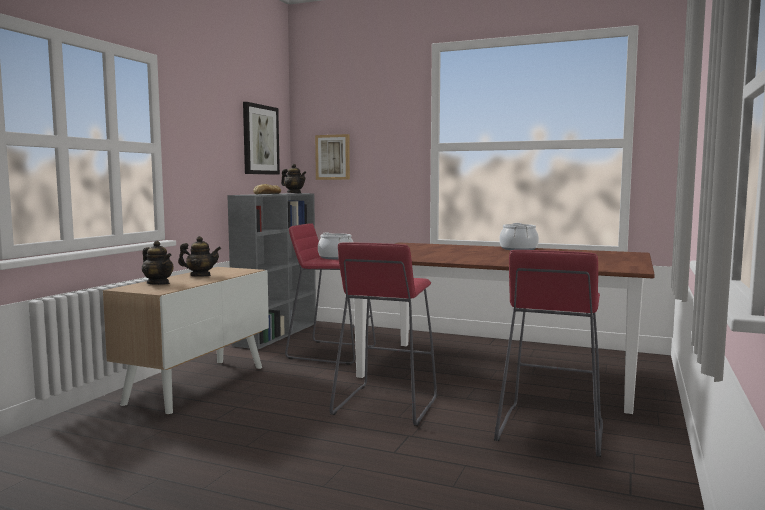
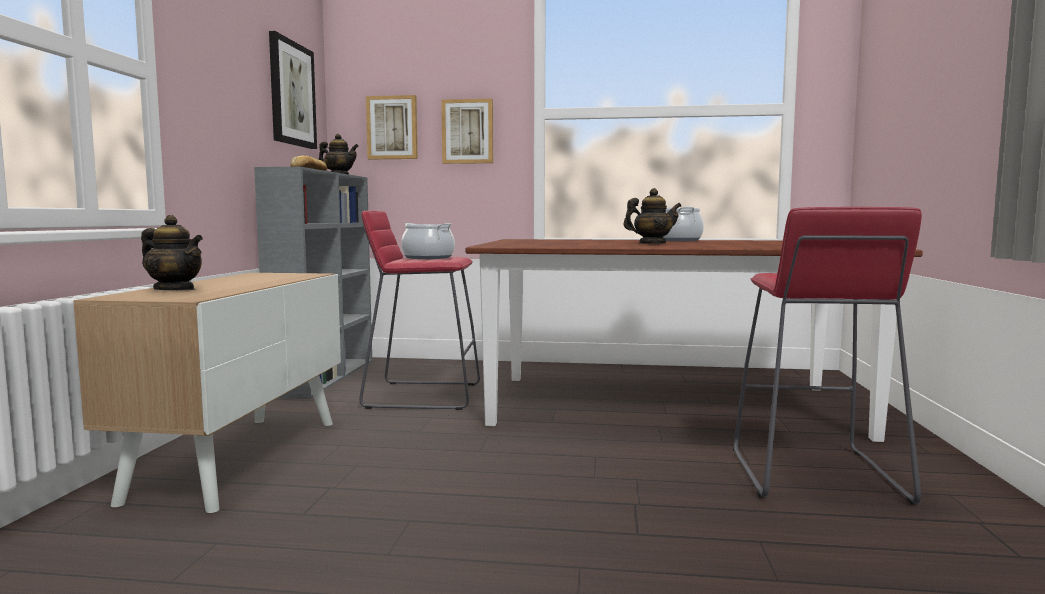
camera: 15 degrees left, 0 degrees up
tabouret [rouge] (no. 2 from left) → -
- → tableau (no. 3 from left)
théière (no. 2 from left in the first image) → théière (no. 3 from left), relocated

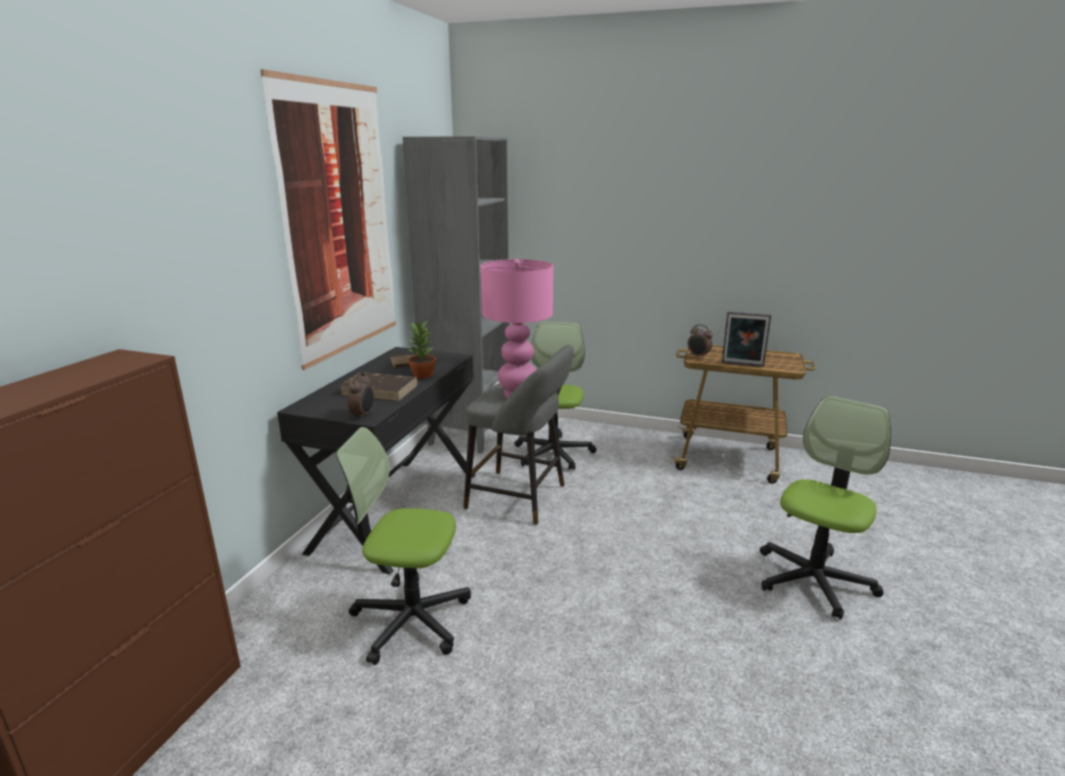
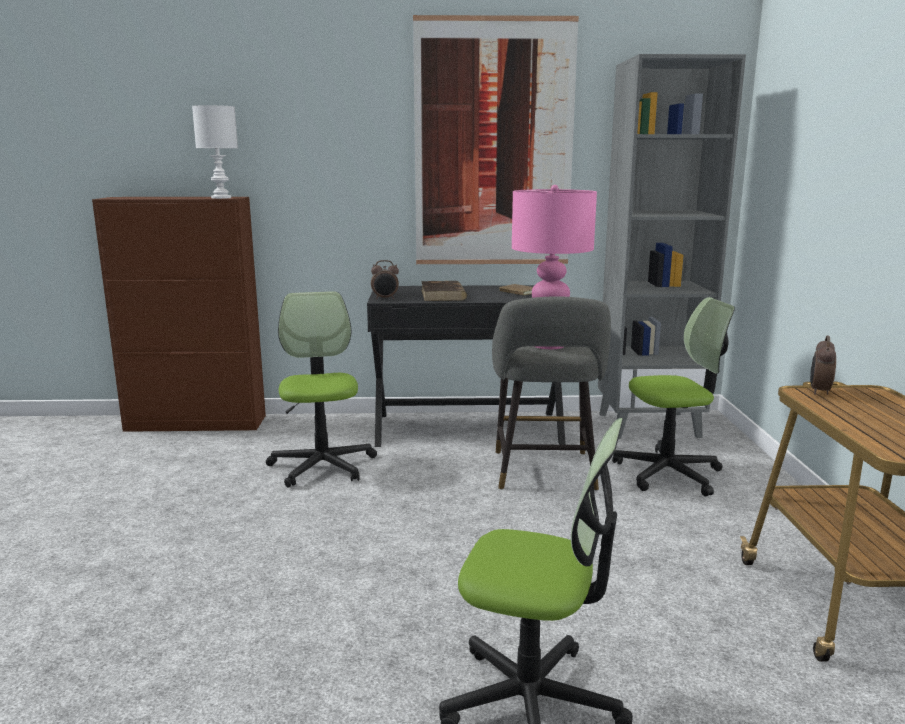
camera: 70 degrees right, 5 degrees down
plante en pot → -
cadre photo → -
- → lampe de table [blanc]

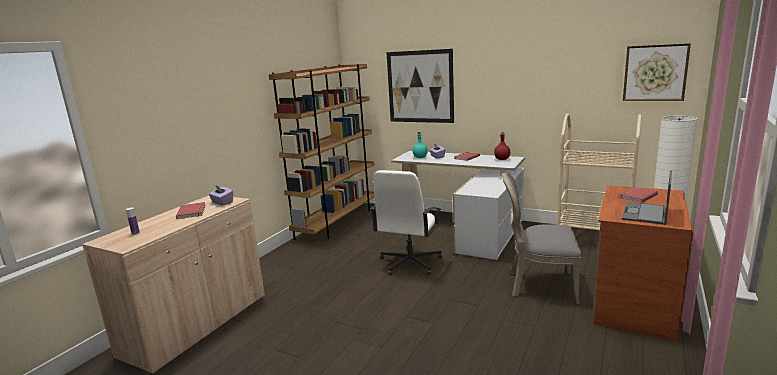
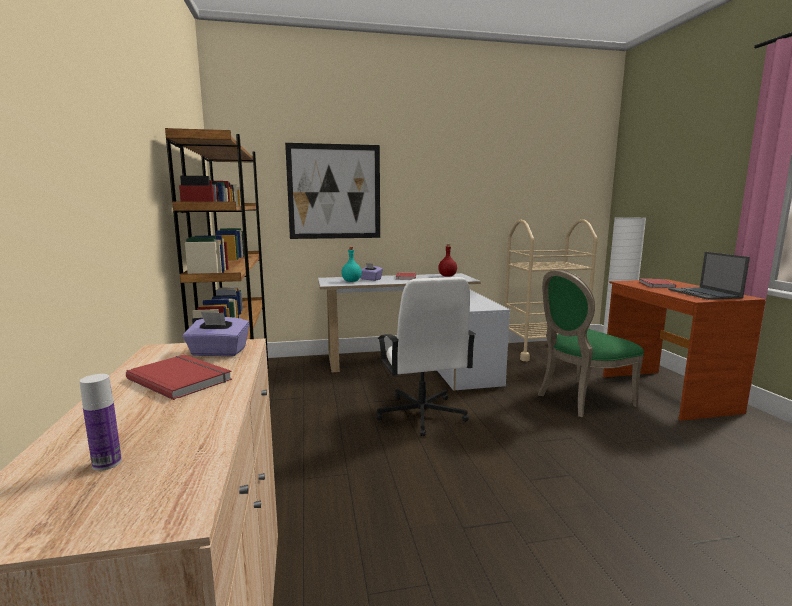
camera: 40 degrees left, 5 degrees down
tableau (no. 2 from left) → -
chaise [gris] → chaise [vert]

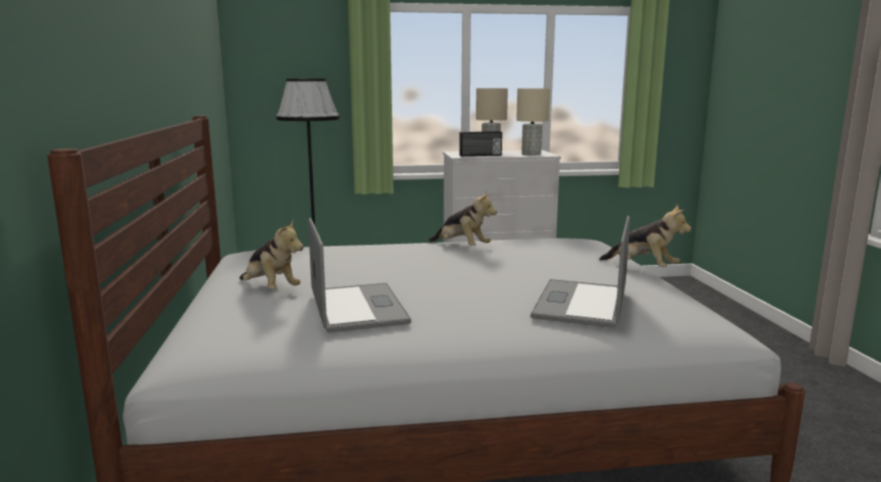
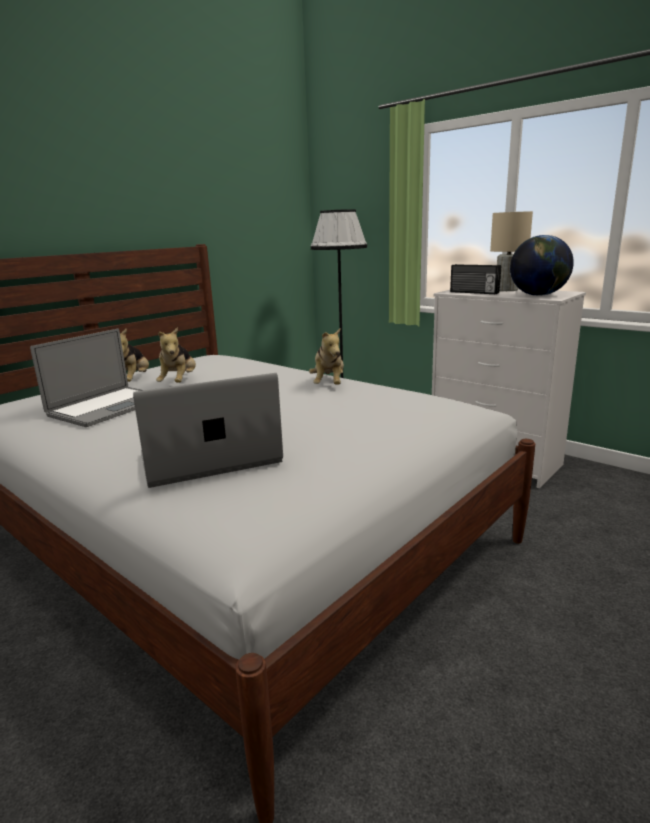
camera: 50 degrees right, 5 degrees up
peluche (no. 3 from left in the first image) → peluche (no. 2 from left), relocated
lampe de table [beige] (no. 2 from left) → globe

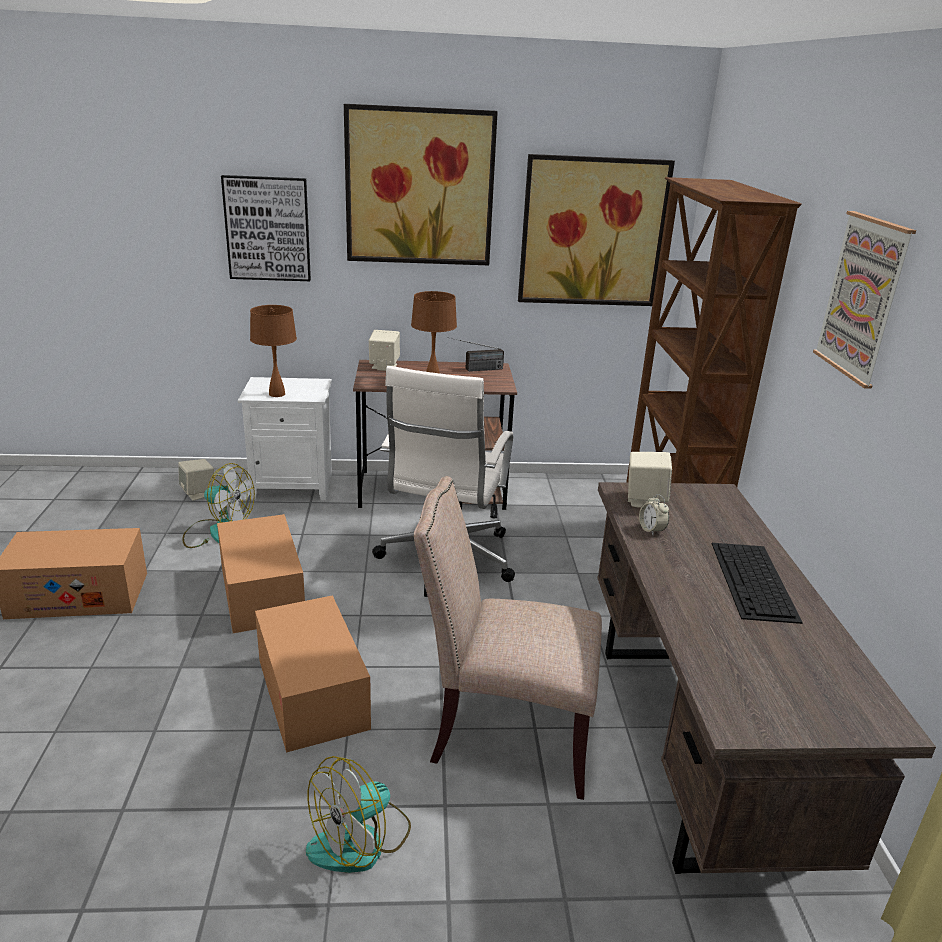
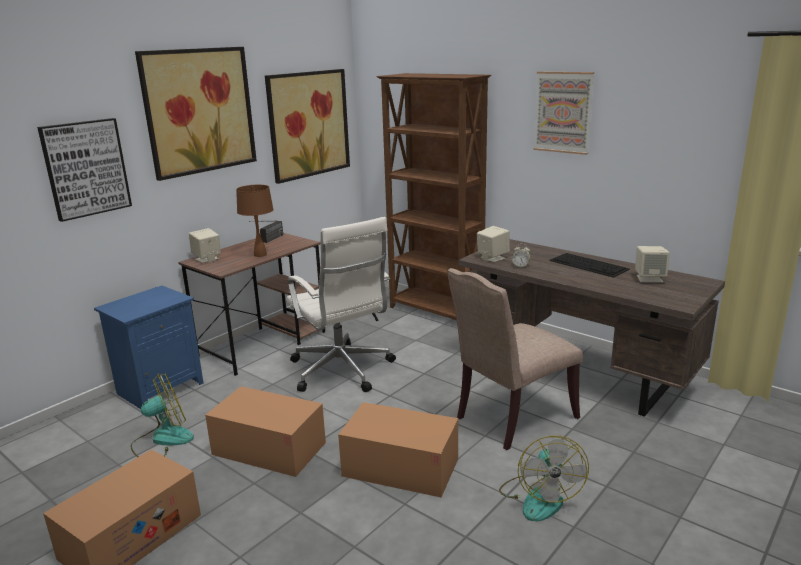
camera: 45 degrees left, 5 degrees down
lampe de table [marron] (no. 1 from left) → -
enceinte [beige] (no. 1 from left in the first image) → enceinte [beige] (no. 3 from left), relocated
table de chevet [blanc] → table de chevet [bleu]

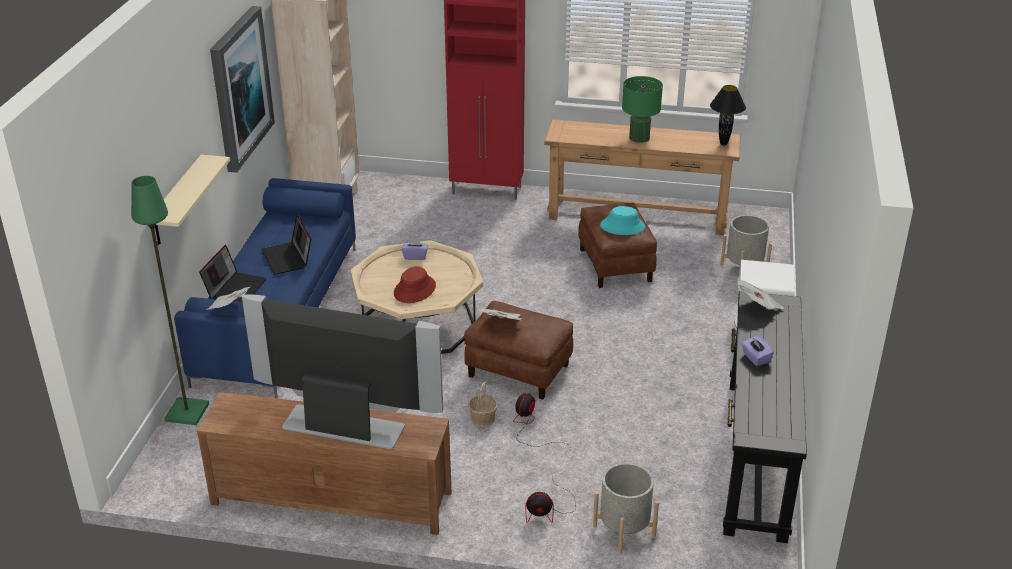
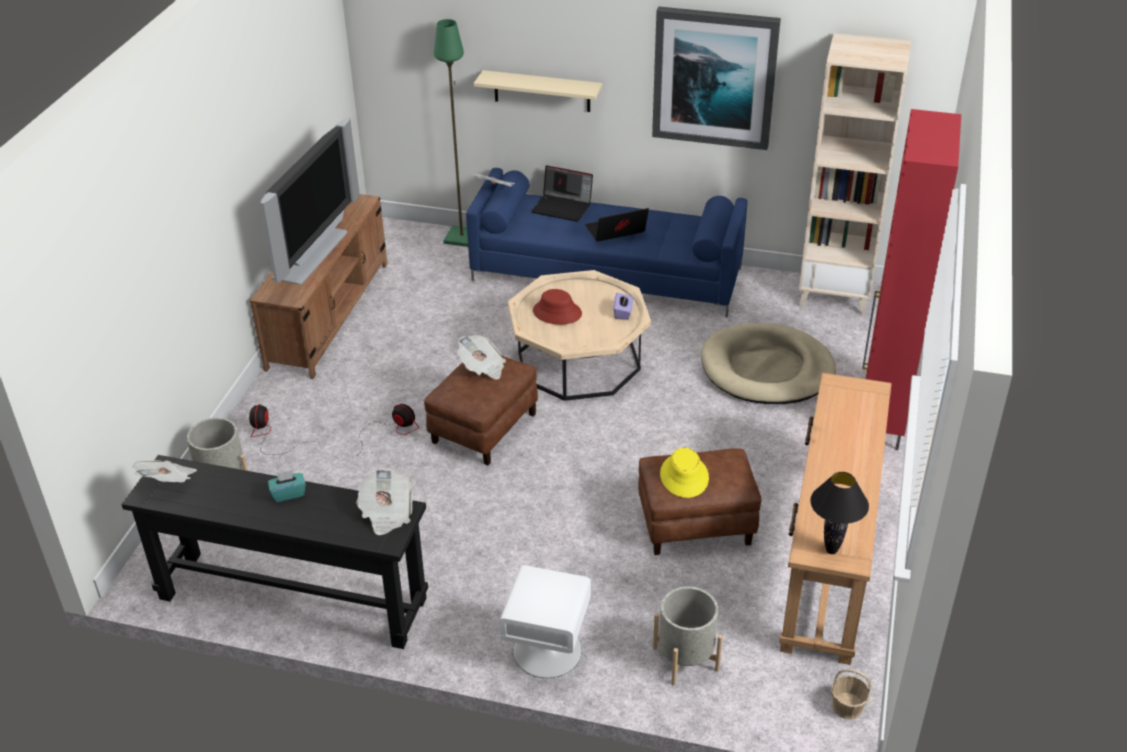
camera: 95 degrees right, 5 degrees up
lampe de table [vert] → -
- → journal (no. 1 from left)
- → panier pour chien [beige]
panier, relocated
chapeau [turquoise] → chapeau [jaune]
boîte à mouchoirs [violet] (no. 2 from left) → boîte à mouchoirs [turquoise]

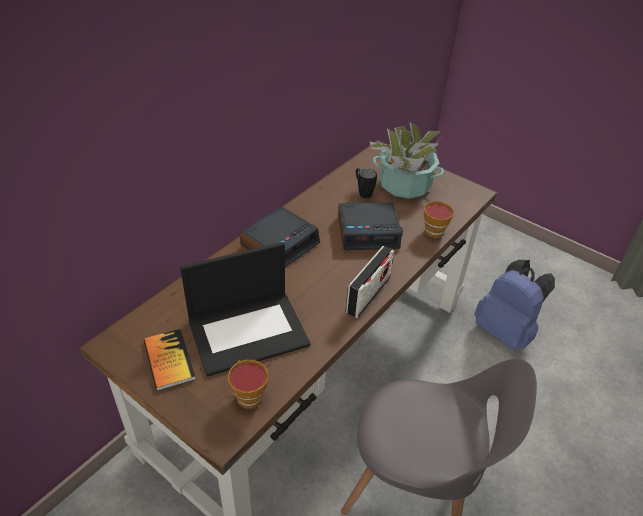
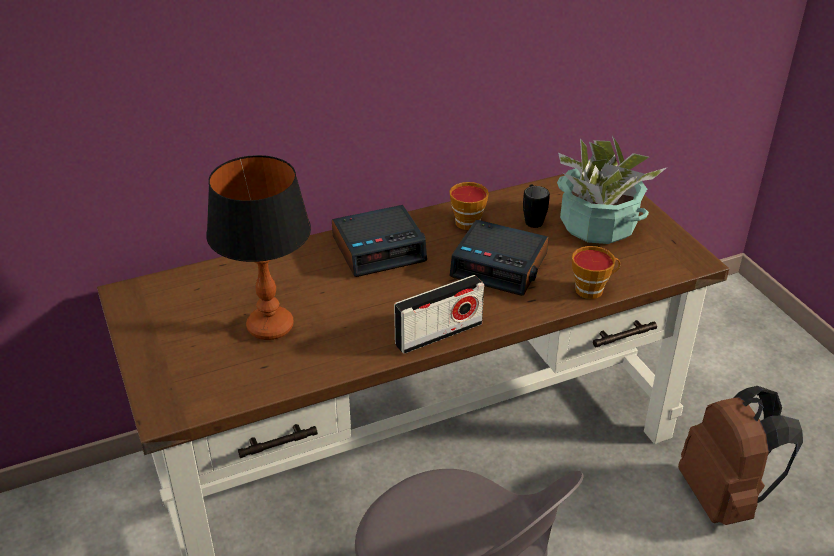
camera: 30 degrees right, 5 degrees down
livre → -
tasse (no. 1 from left), relocated
ordinateur portable → lampe de table
sac à dos [bleu] → sac à dos [marron]

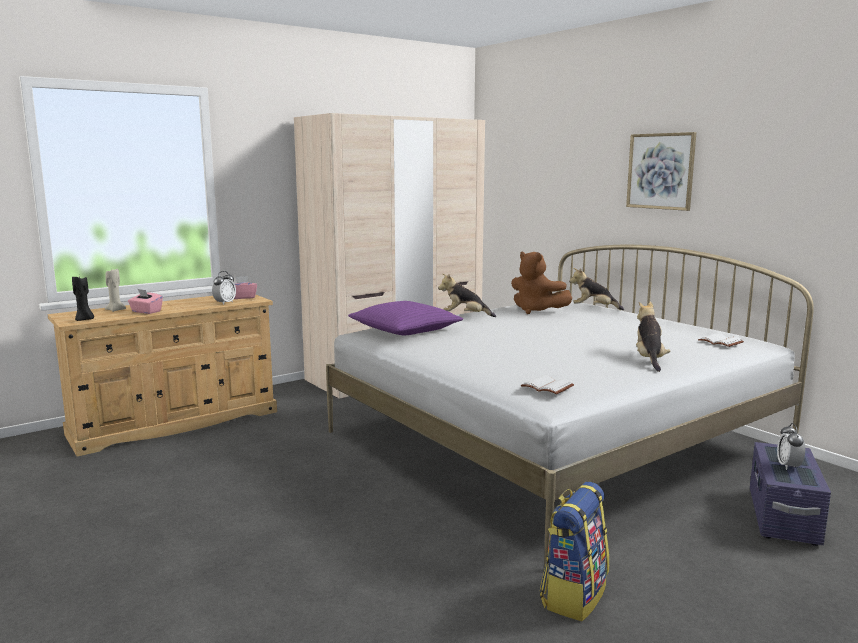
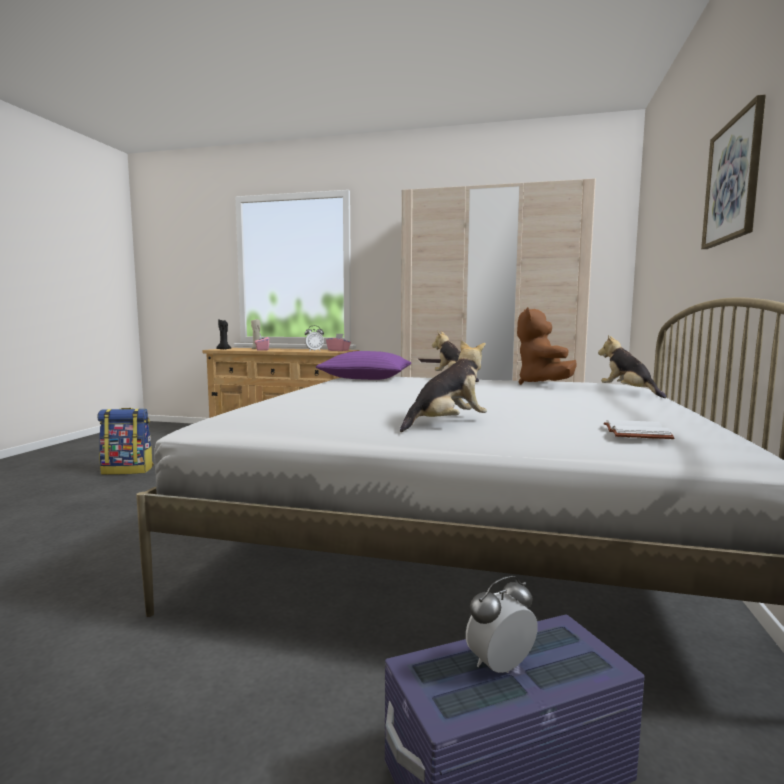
camera: 50 degrees right, 5 degrees down
livre [blanc] (no. 1 from left) → -
sac à dos, relocated

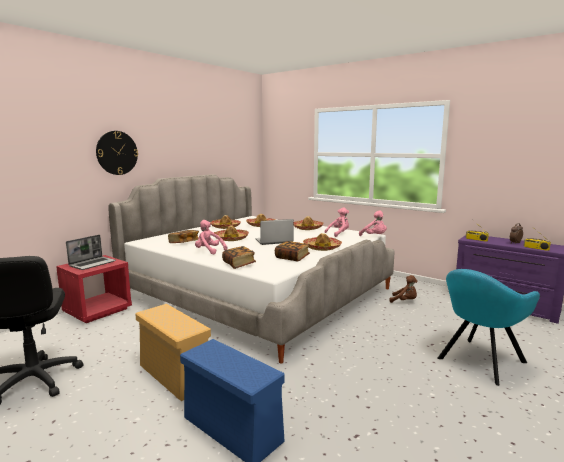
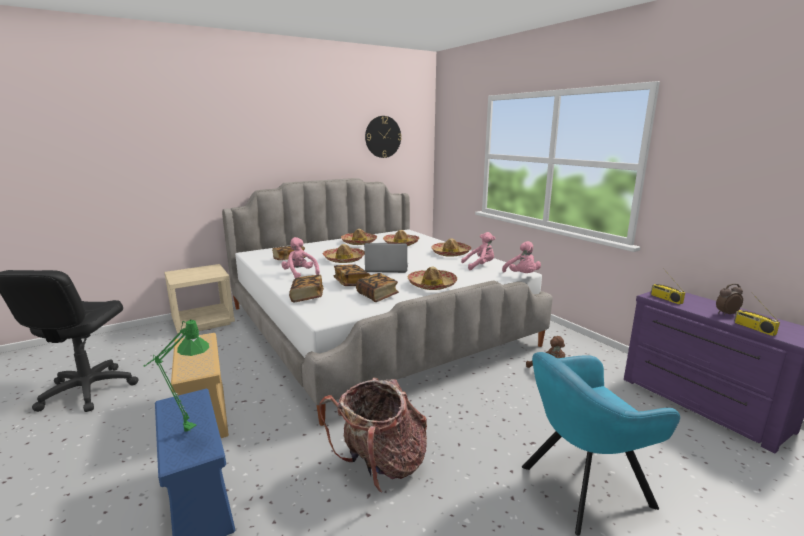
camera: 20 degrees right, 5 degrees up
ordinateur portable (no. 1 from left) → -
- → lampe de table [vert]
- → sac à dos
- → livre (no. 3 from left)
horloge murale, relocated
table de chevet [rouge] → table de chevet [beige]

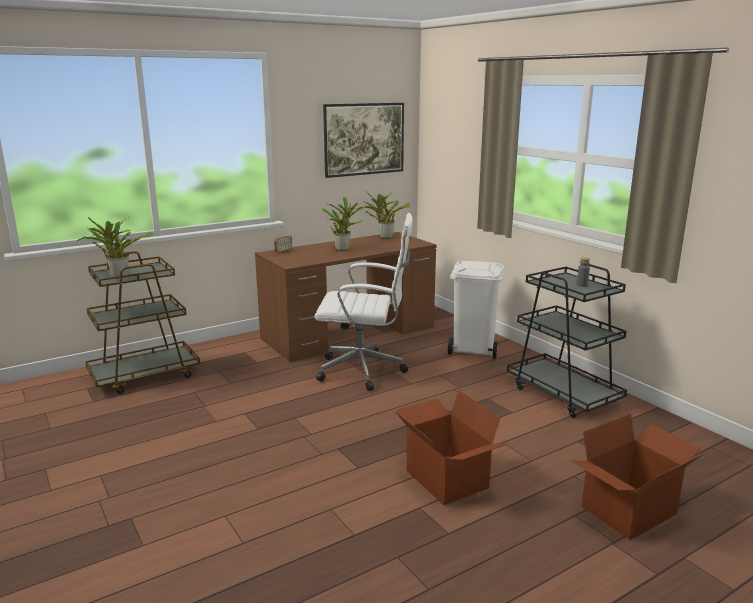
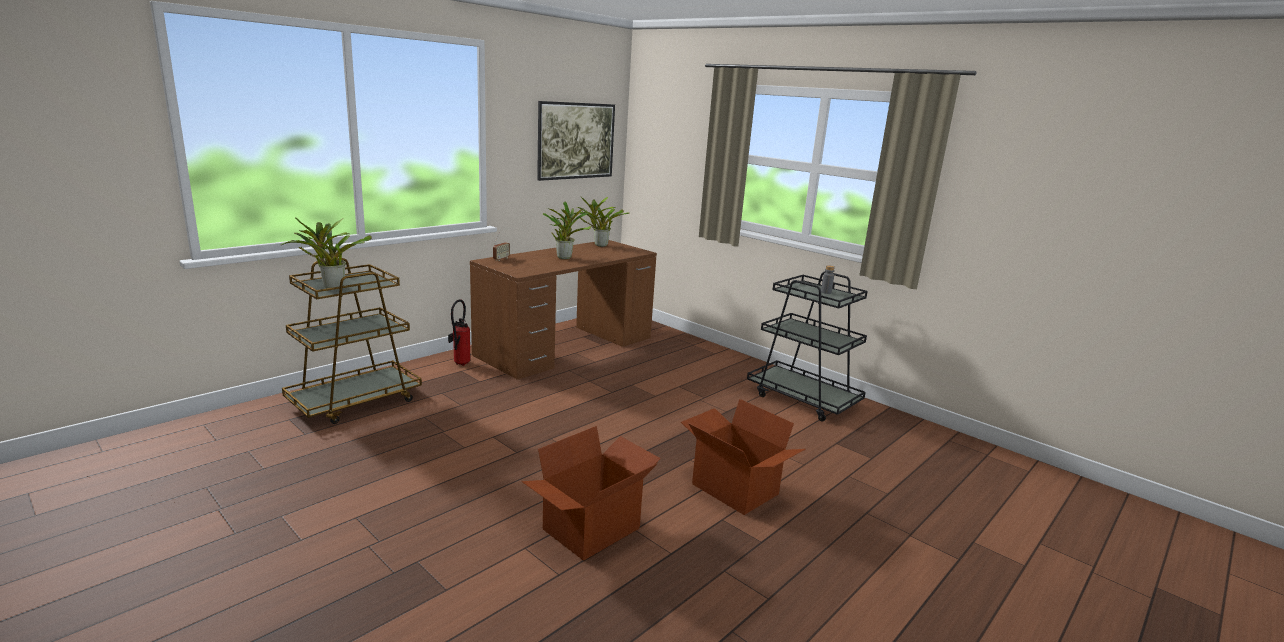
camera: 15 degrees left, 0 degrees up
chaise de bureau [blanc] → -
poubelle [blanc] → -
- → extincteur
carton (no. 2 from left in the first image) → carton (no. 1 from left), relocated

